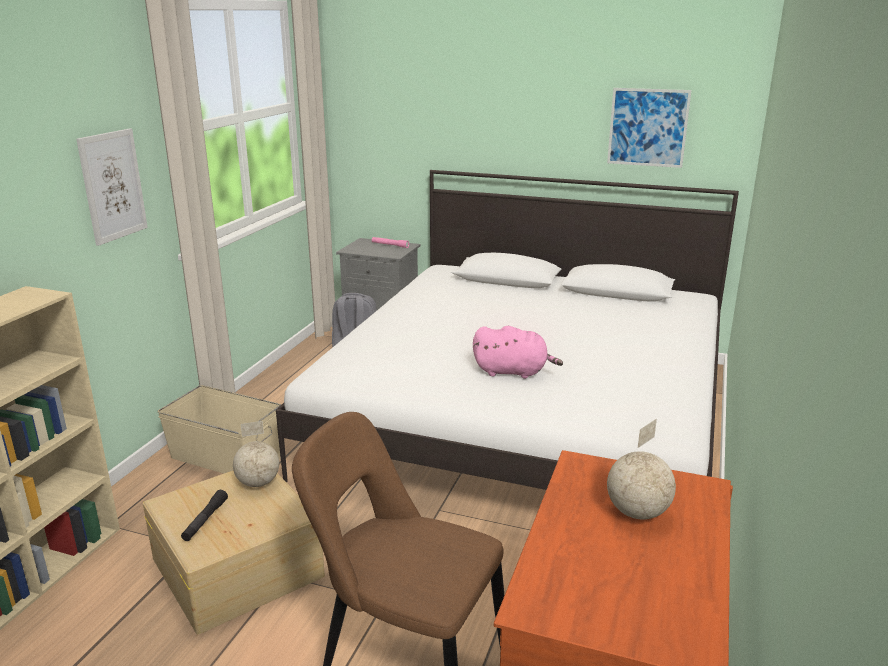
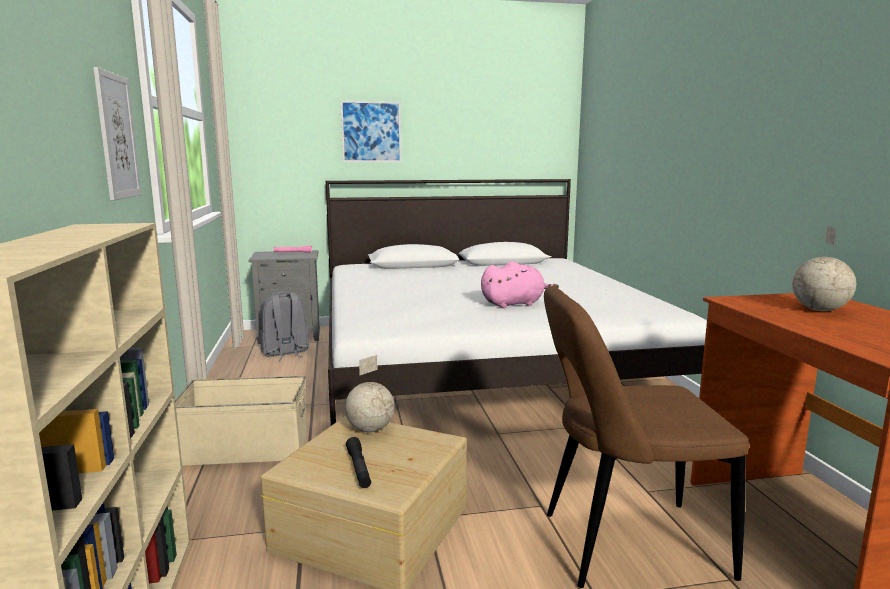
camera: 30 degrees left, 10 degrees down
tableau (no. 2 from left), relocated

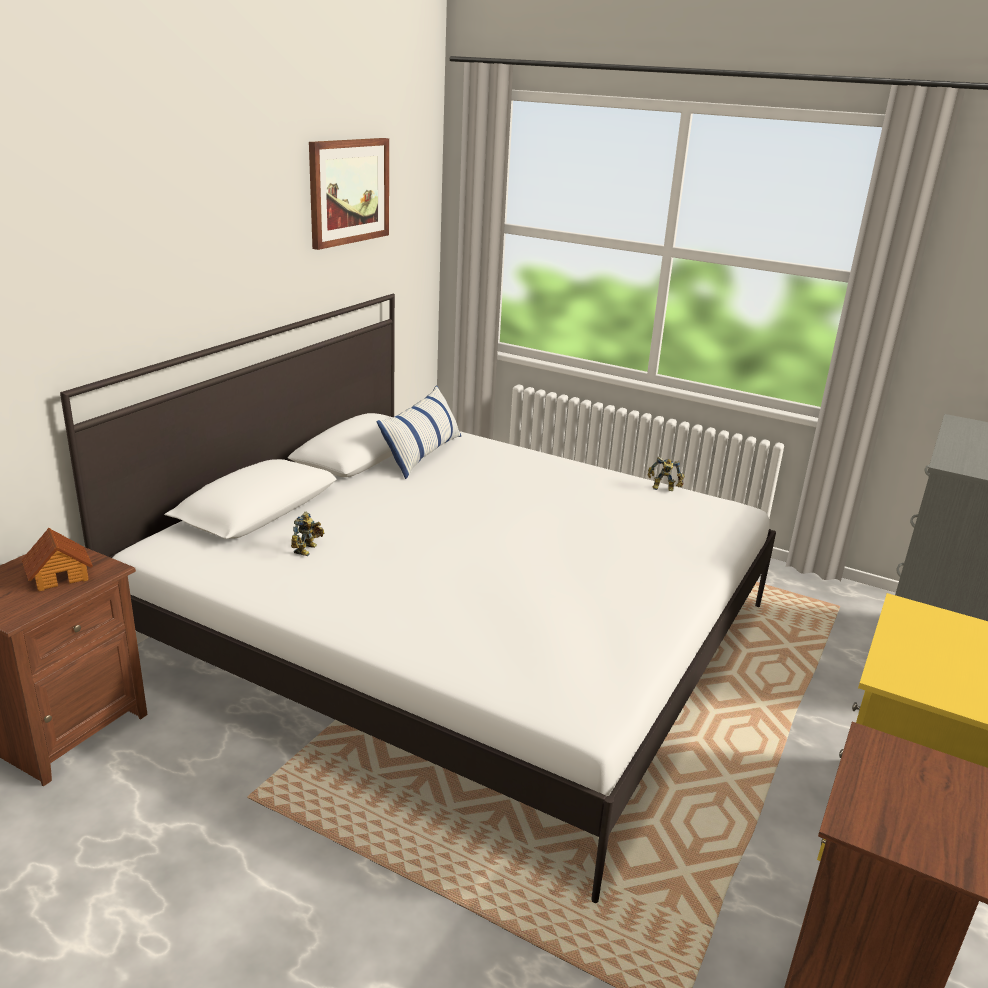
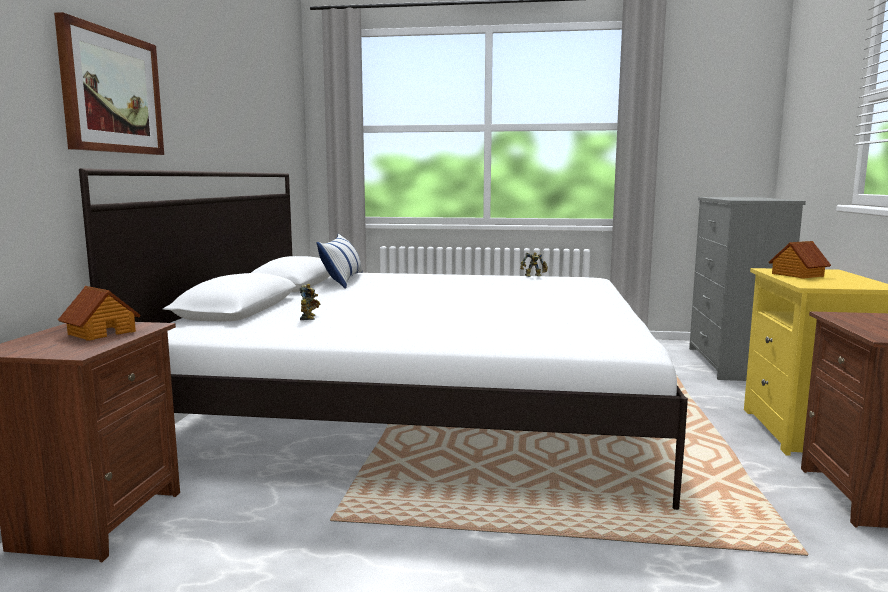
camera: 20 degrees left, 15 degrees down
- → maison miniature (no. 2 from left)
tableau, relocated

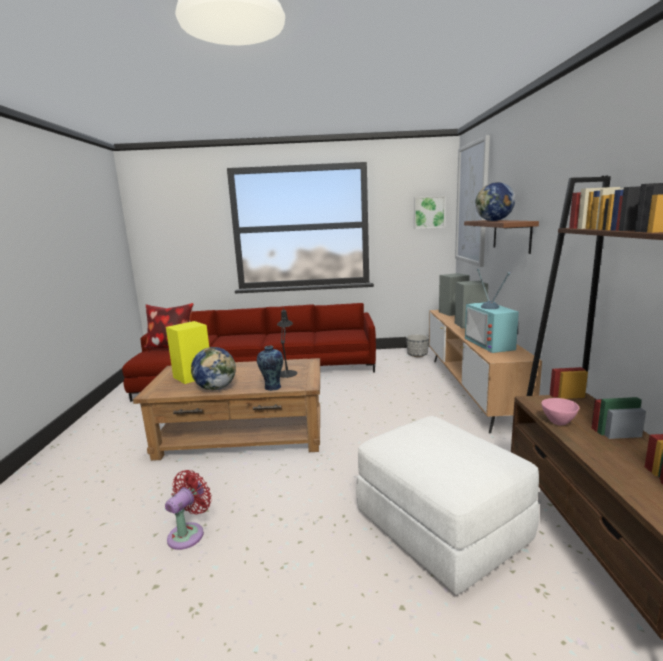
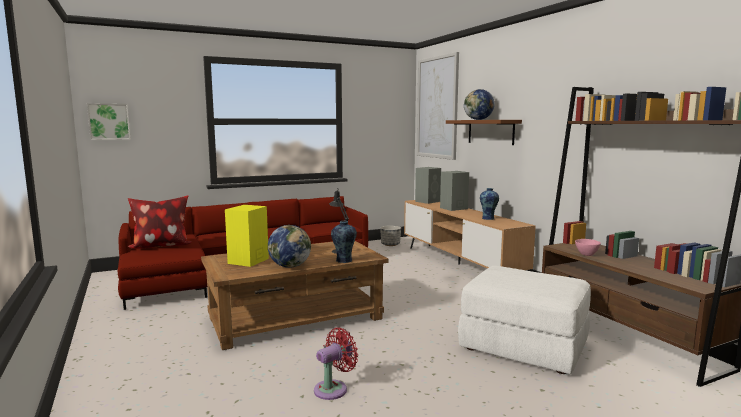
camera: 25 degrees left, 5 degrees down
tableau (no. 1 from left), relocated
téléviseur → vase (no. 2 from left)
ventilateur [rouge], 45 degrees clockwise

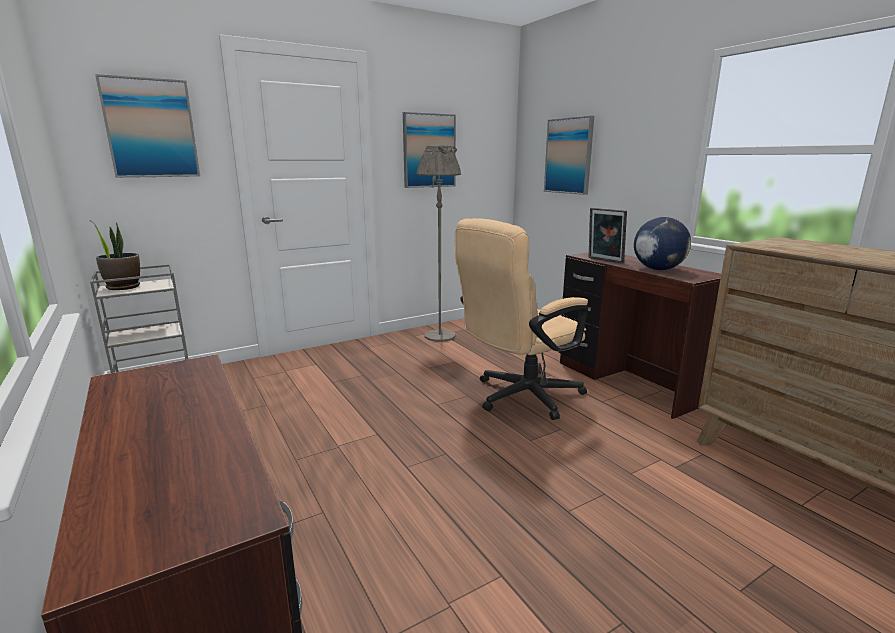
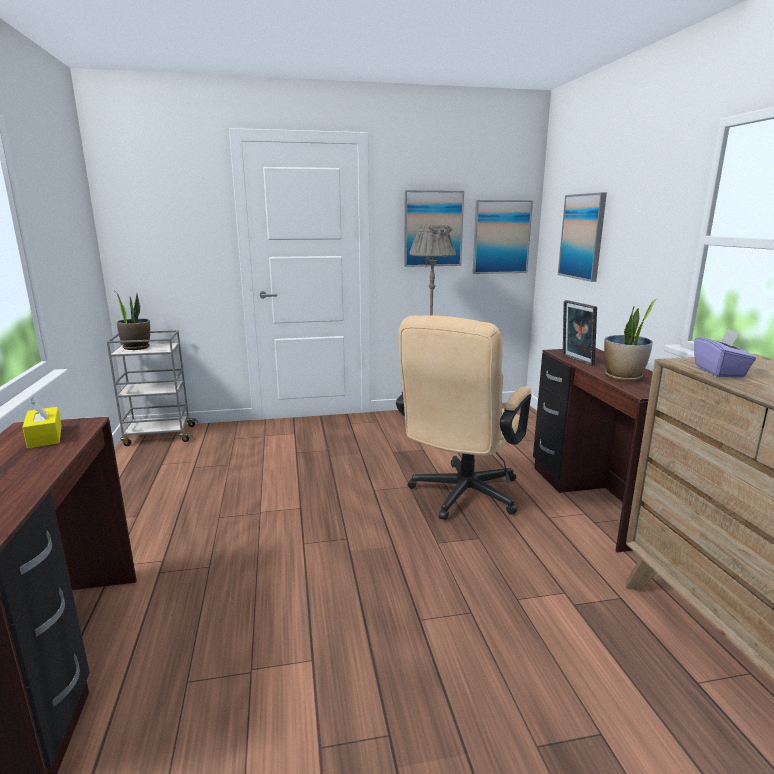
camera: 20 degrees right, 0 degrees up
- → boîte à mouchoirs [jaune]
- → boîte à mouchoirs [violet]
tableau (no. 1 from left in the first image) → tableau (no. 2 from left), relocated
globe → plante en pot (no. 2 from left)
chaise de bureau [beige], 45 degrees counterclockwise

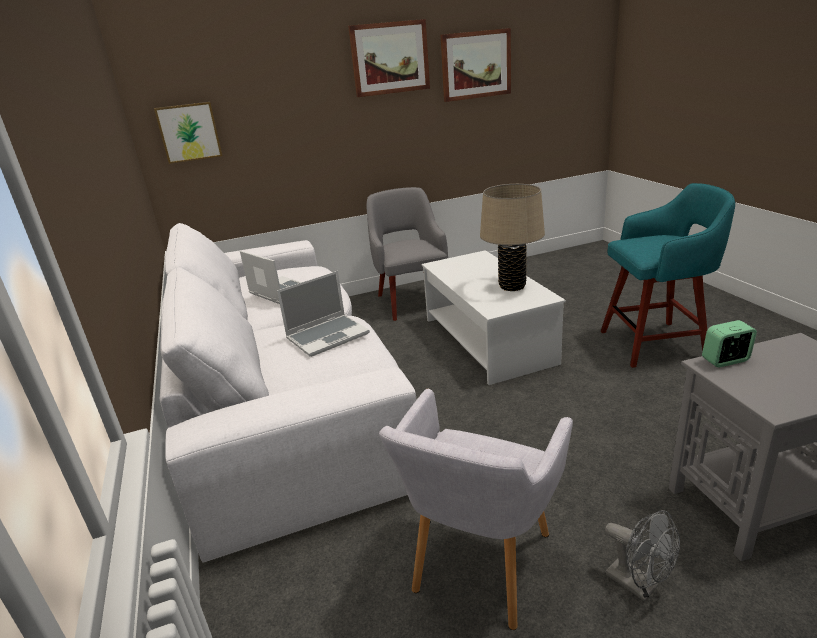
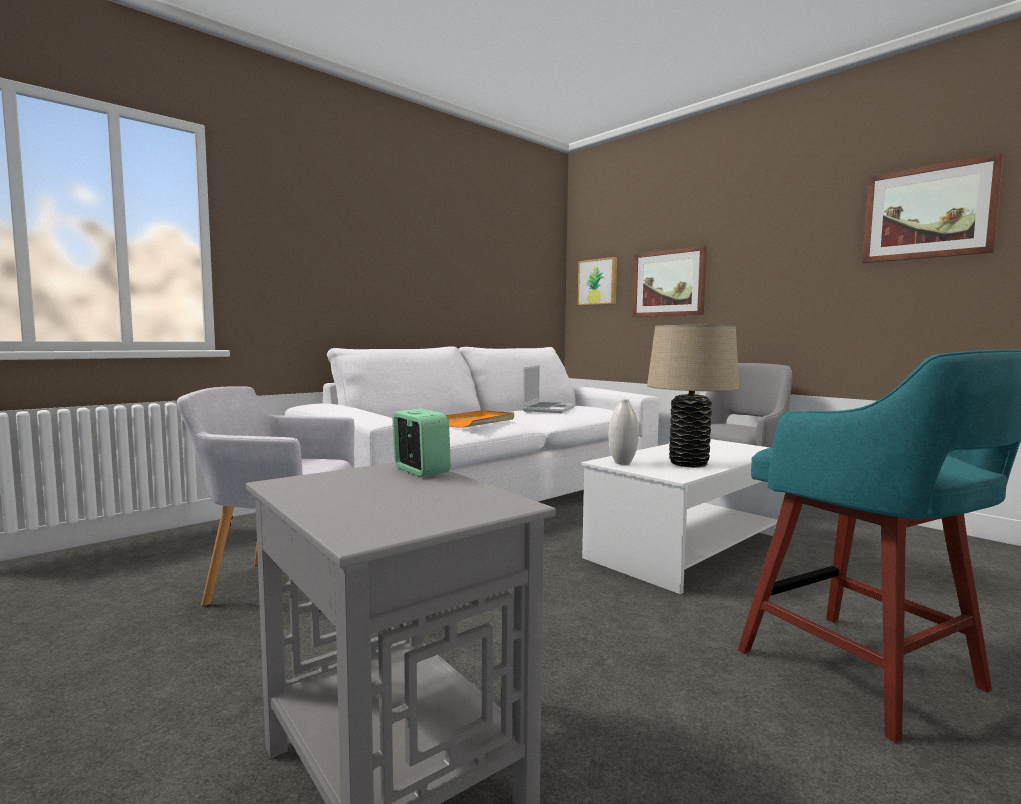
camera: 65 degrees right, 20 degrees down
ventilateur [gris] → -
- → vase [blanc]
tableau (no. 2 from left), relocated
ordinateur portable (no. 2 from left) → plateau [orange]

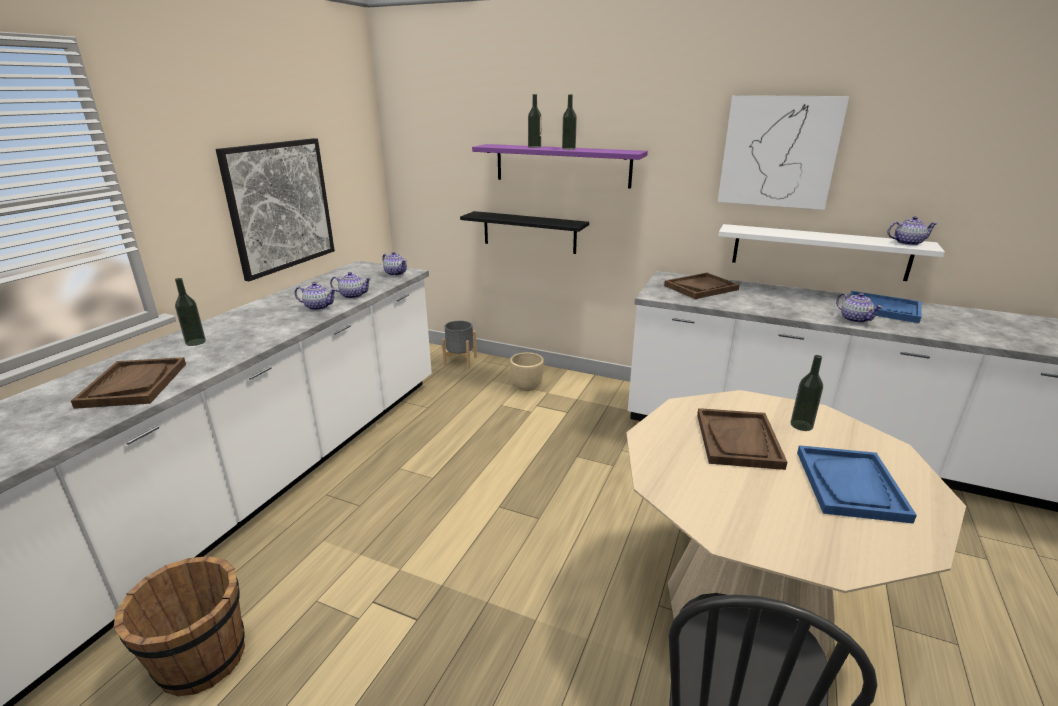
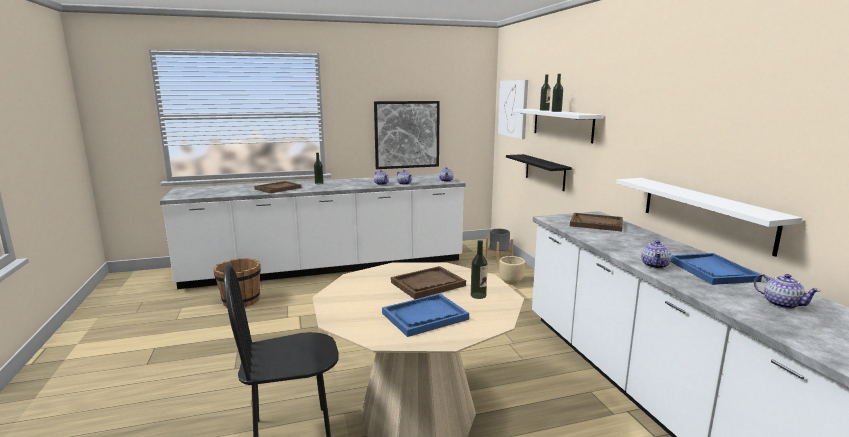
camera: 50 degrees right, 10 degrees down
tableau (no. 2 from left), relocated
théière (no. 5 from left), relocated
étagère [violet] → étagère [blanc] (no. 1 from left)

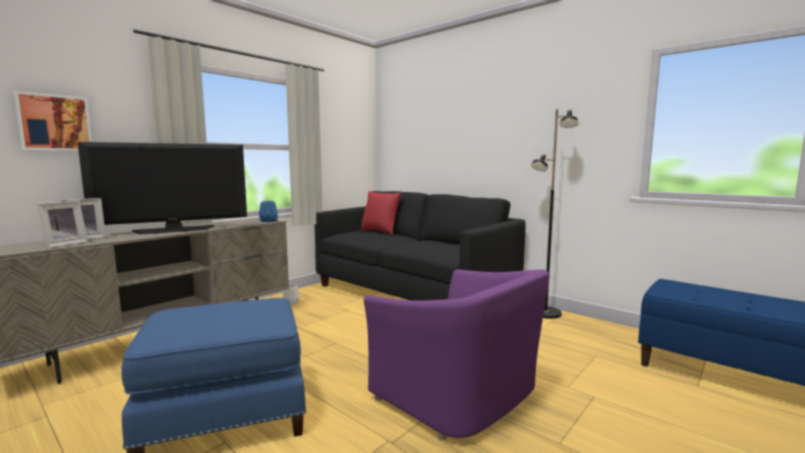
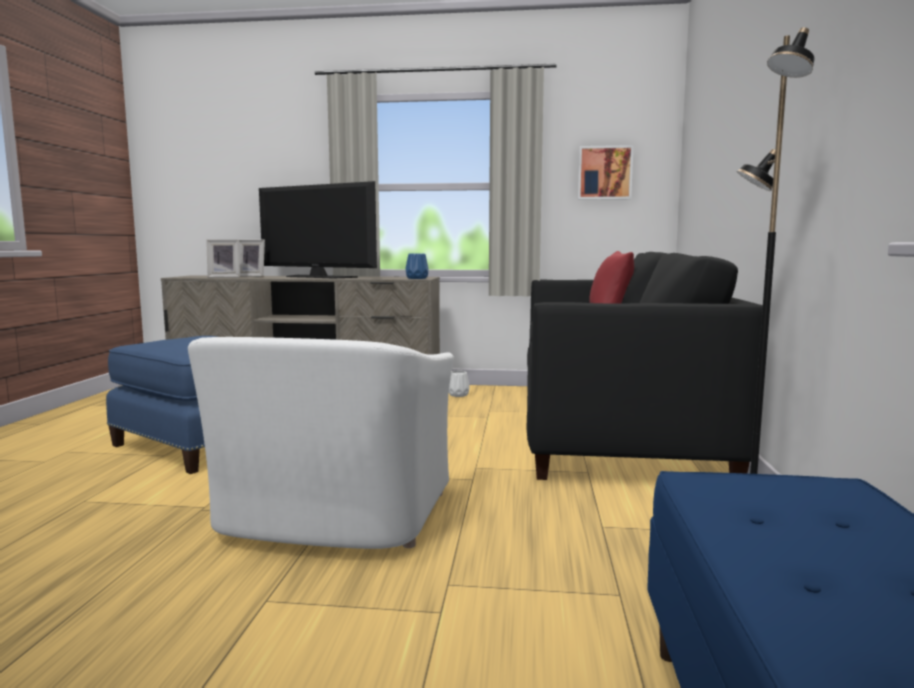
camera: 55 degrees right, 0 degrees up
tableau, relocated
fauteuil [violet] → fauteuil [blanc]

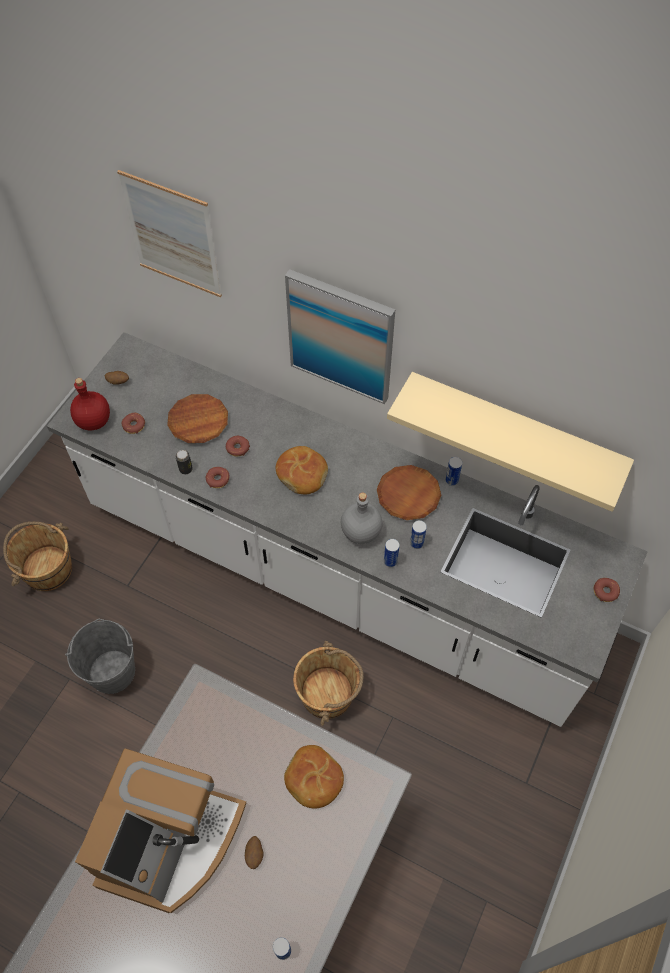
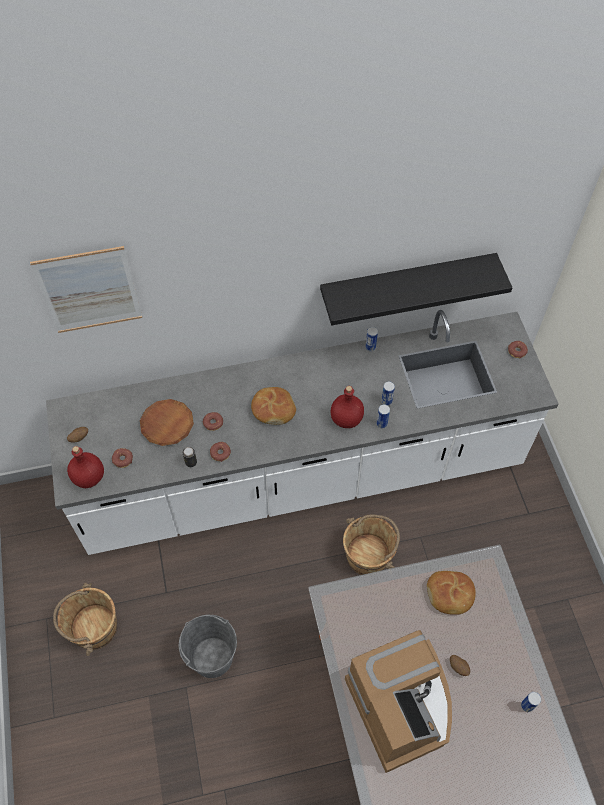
camera: 40 degrees left, 0 degrees up
tableau (no. 2 from left) → -
assiette [marron] (no. 2 from left) → -
bouteille [gris] → bouteille [rouge] (no. 2 from left)
étagère [beige] → étagère [noir]

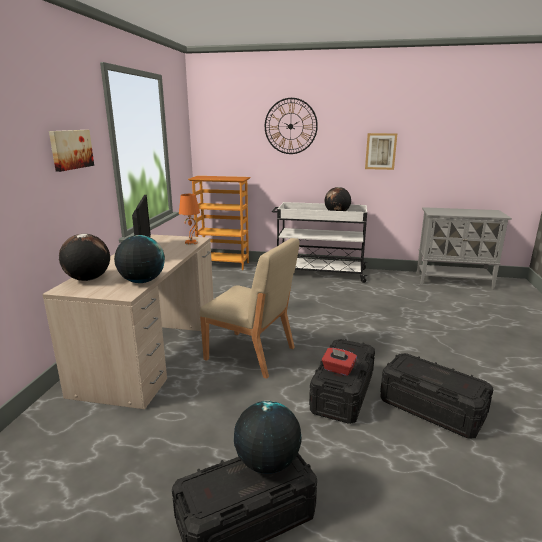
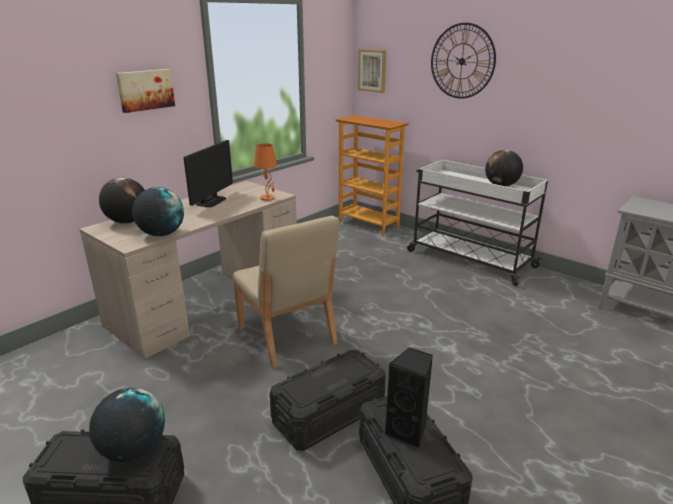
camera: 30 degrees right, 5 degrees up
boîte à mouchoirs [rouge] → -
- → enceinte [noir]
tableau (no. 2 from left), relocated

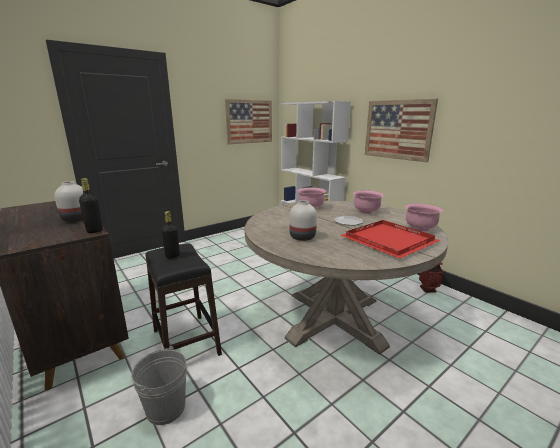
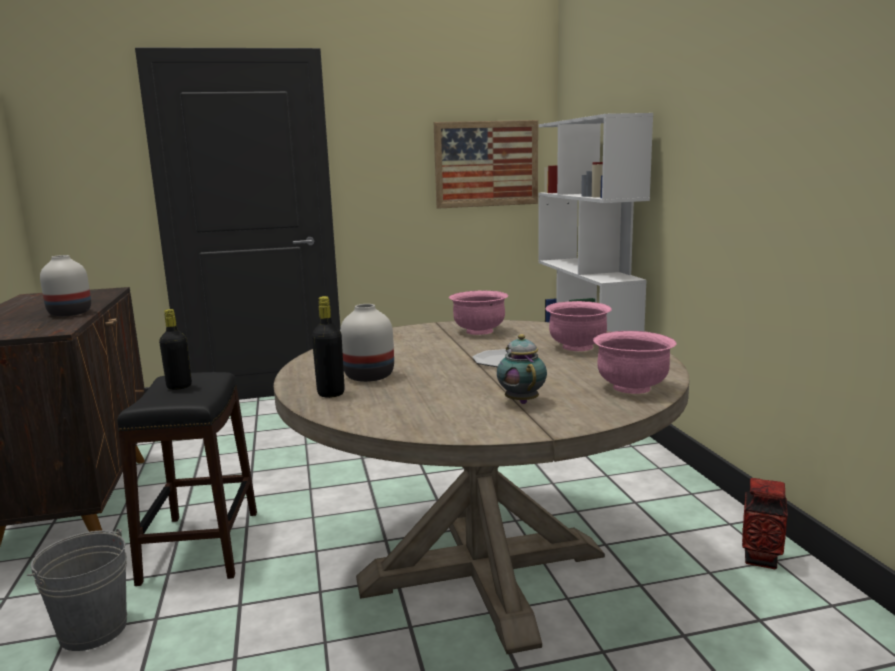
camera: 25 degrees right, 5 degrees down
tableau (no. 2 from left) → -
bouteille [noir] (no. 1 from left in the first image) → bouteille [noir] (no. 2 from left), relocated
plateau [rouge] → théière

